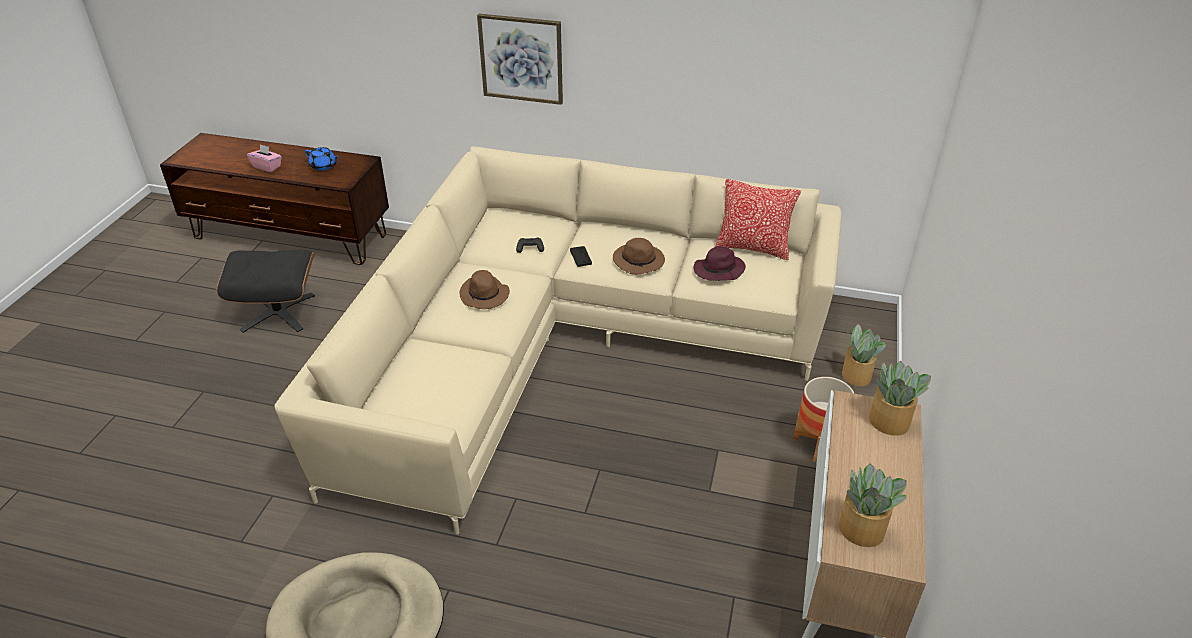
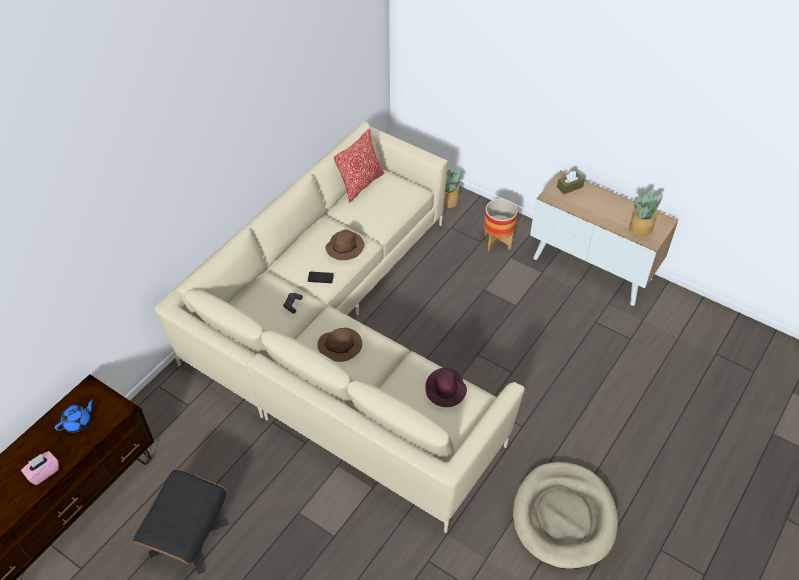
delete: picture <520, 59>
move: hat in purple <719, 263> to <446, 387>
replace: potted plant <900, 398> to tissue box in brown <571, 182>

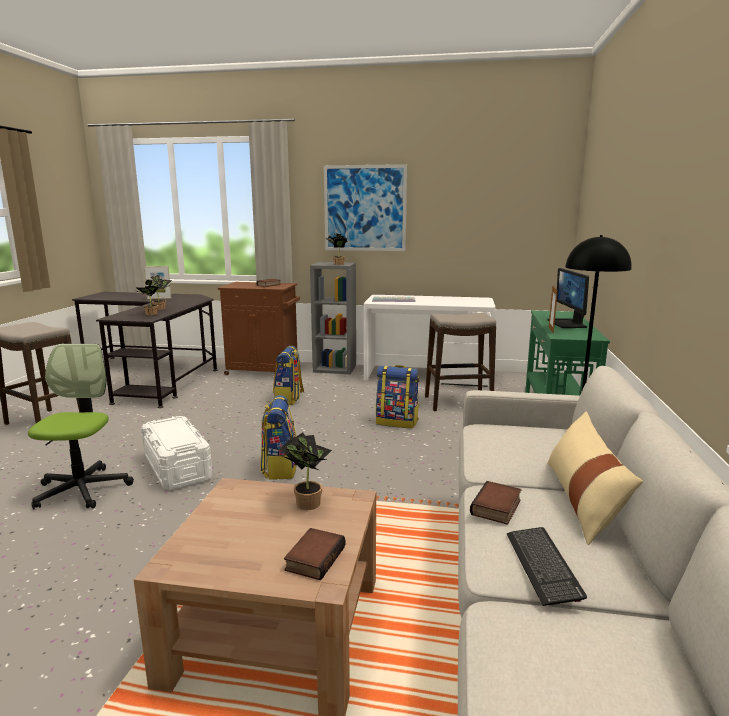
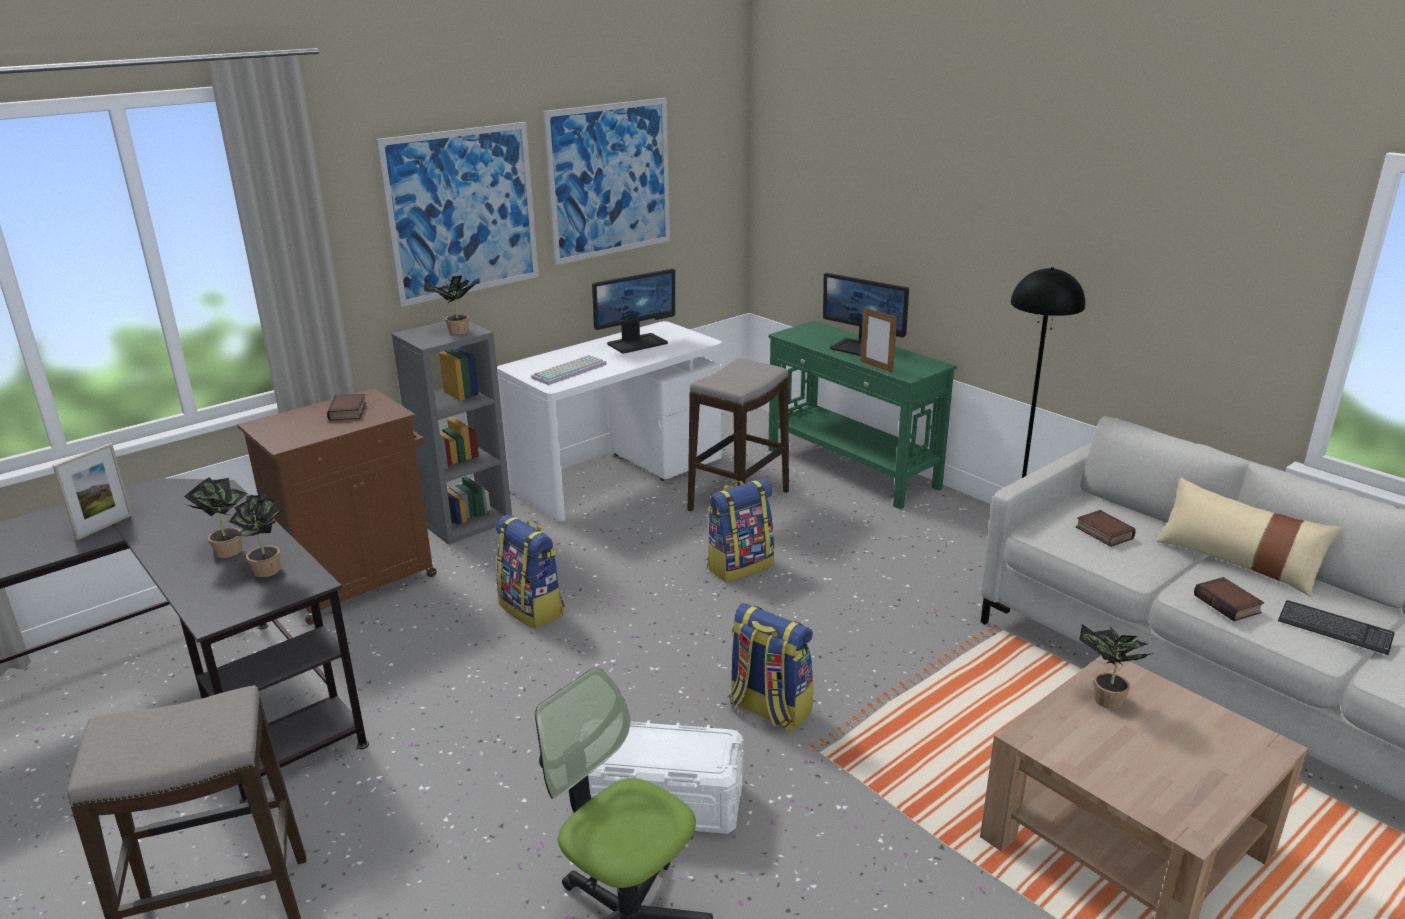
insert: picture <606, 181>; monitor <633, 311>
move: book <315, 554> to <1106, 528>

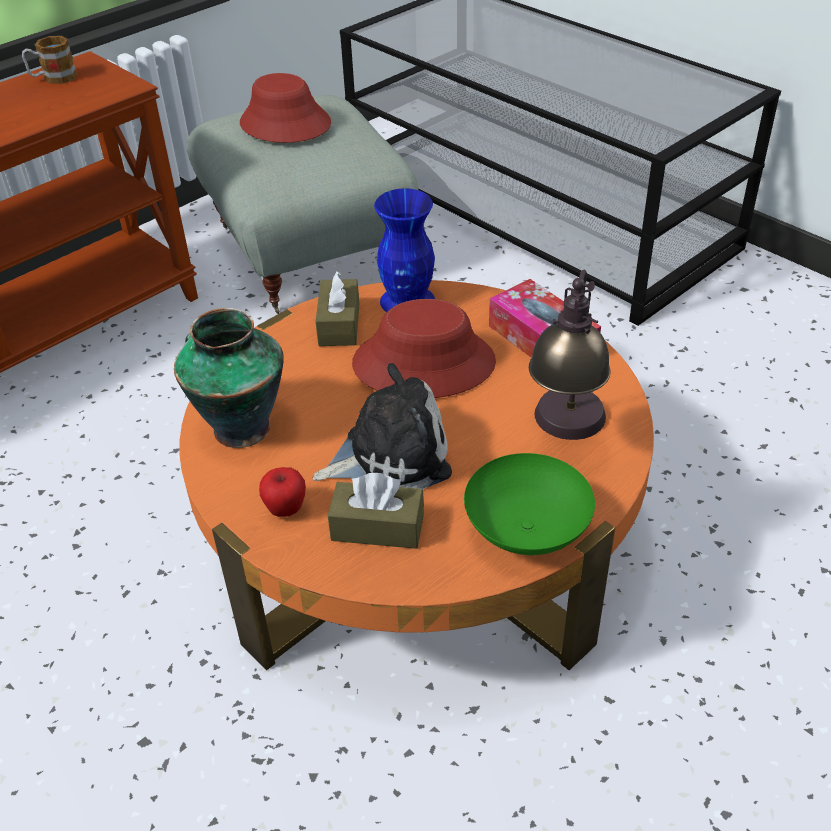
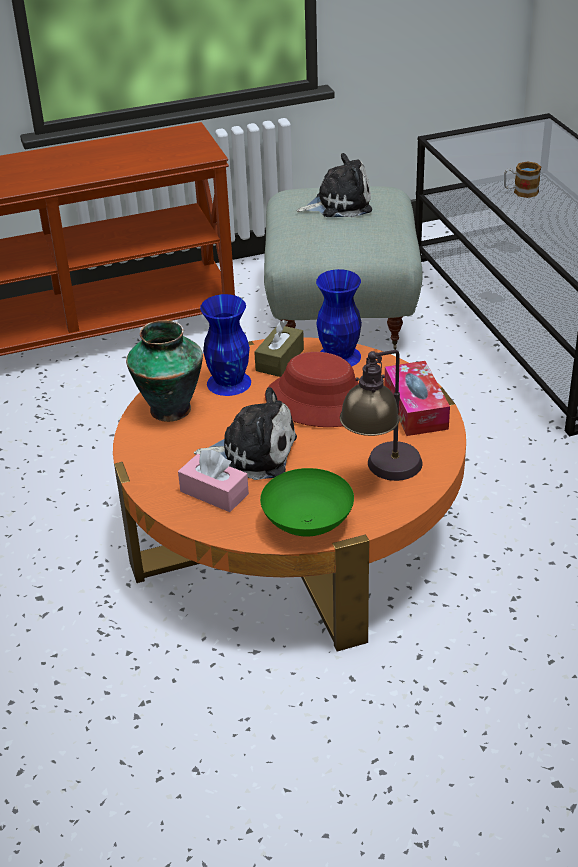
delete: apple <282, 492>
insert: vase in blue <225, 345>
move: mug <49, 60> to <522, 179>
replace: hat in red <285, 108> to plush toy <334, 185>
recolor: tissue box in brown <376, 511> to tissue box in pink <213, 480>

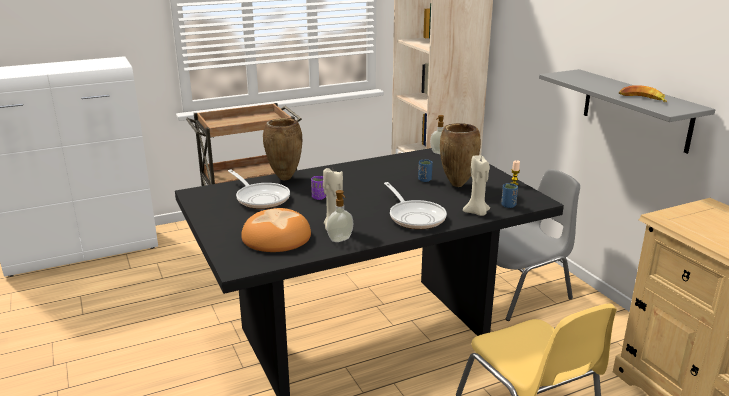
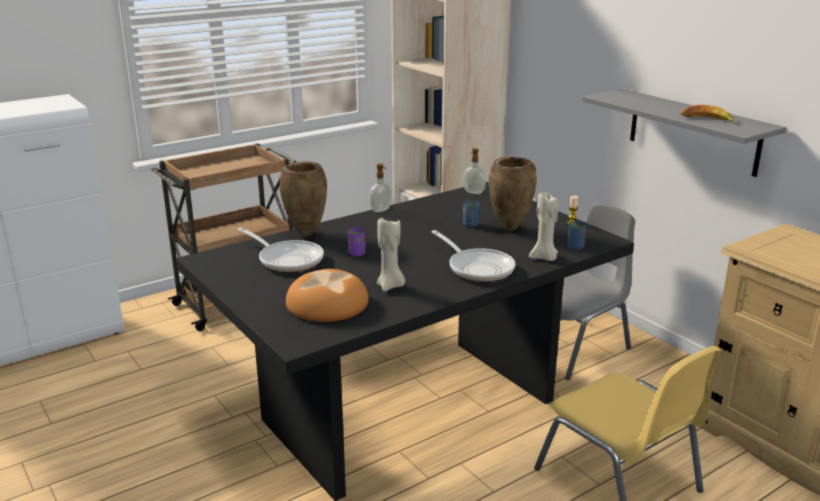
move: soap dispenser <340, 216> to <380, 187>

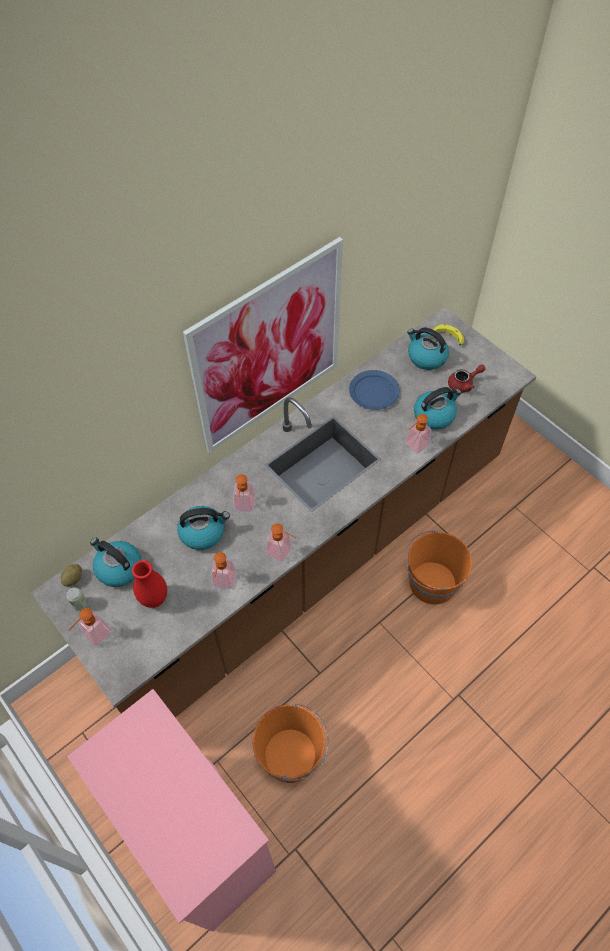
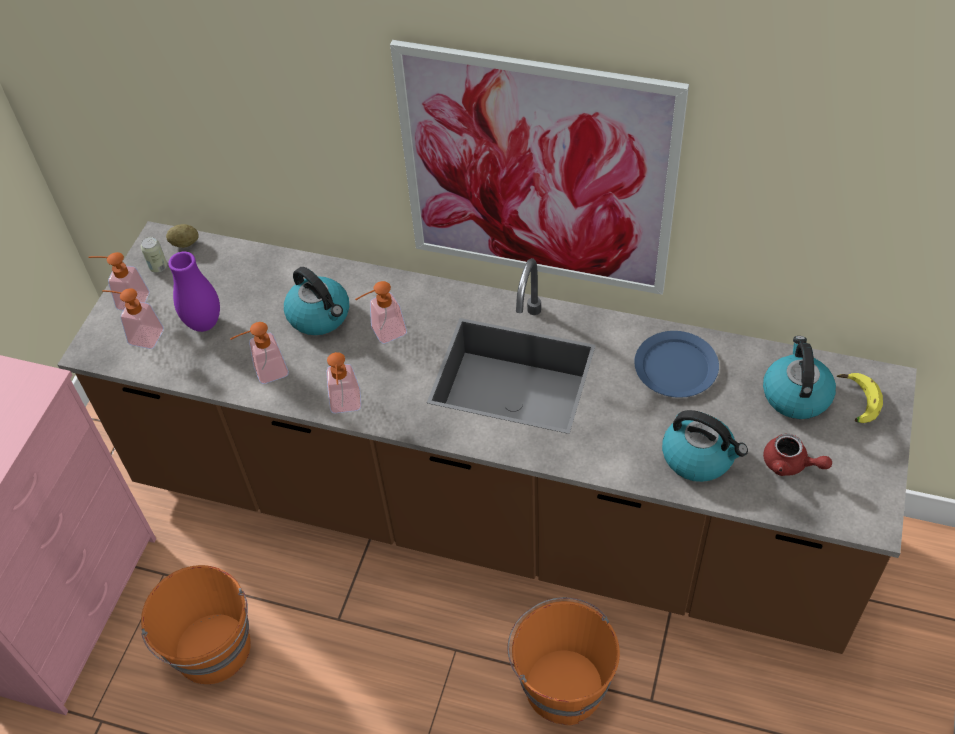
delete: kettle <115, 562>
move: soap dispenser <418, 434> to <133, 318>
recolor: vase in red <149, 584> to vase in purple <194, 292>

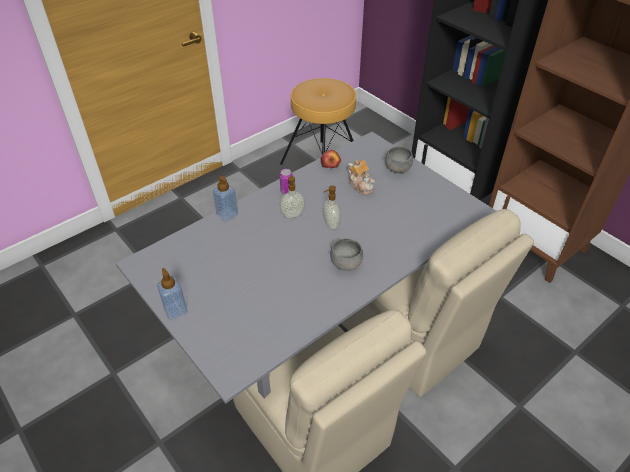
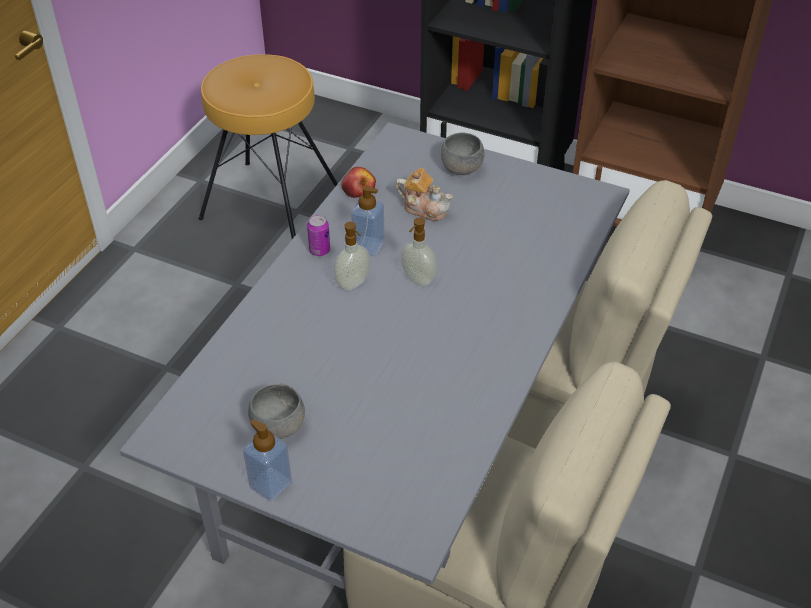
move: bowl in grey <346, 254> to <276, 411>; soap dispenser <225, 198> to <368, 221>

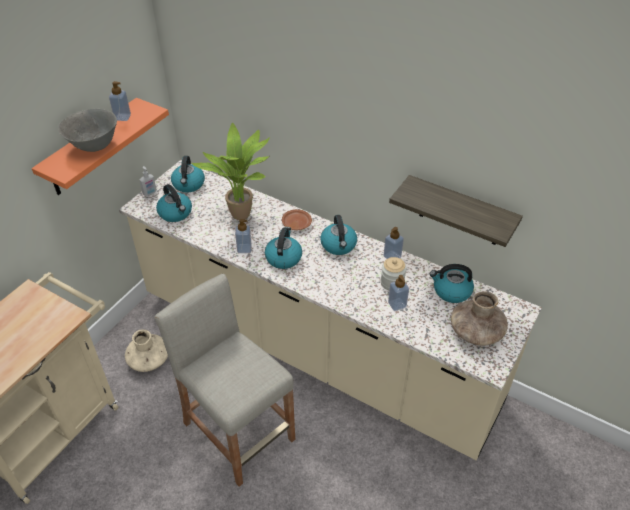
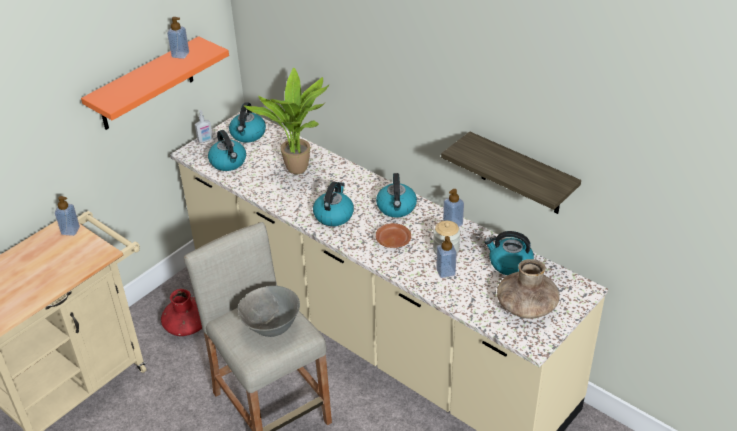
move: soap dispenser <243, 236> to <67, 216>; bowl in grey <87, 130> to <269, 311>; plate in brown <297, 219> to <393, 235>
recolor: vase in beige <146, 350> to vase in red <181, 312>

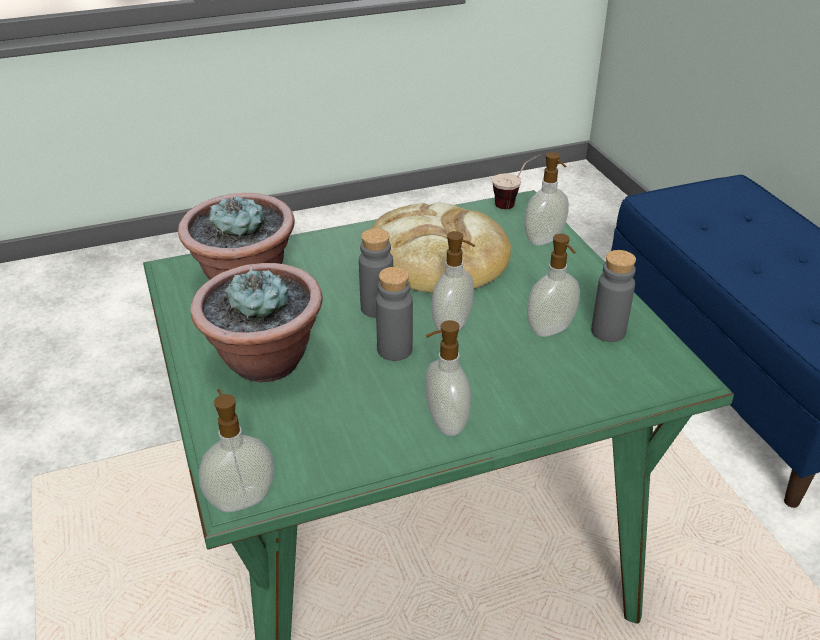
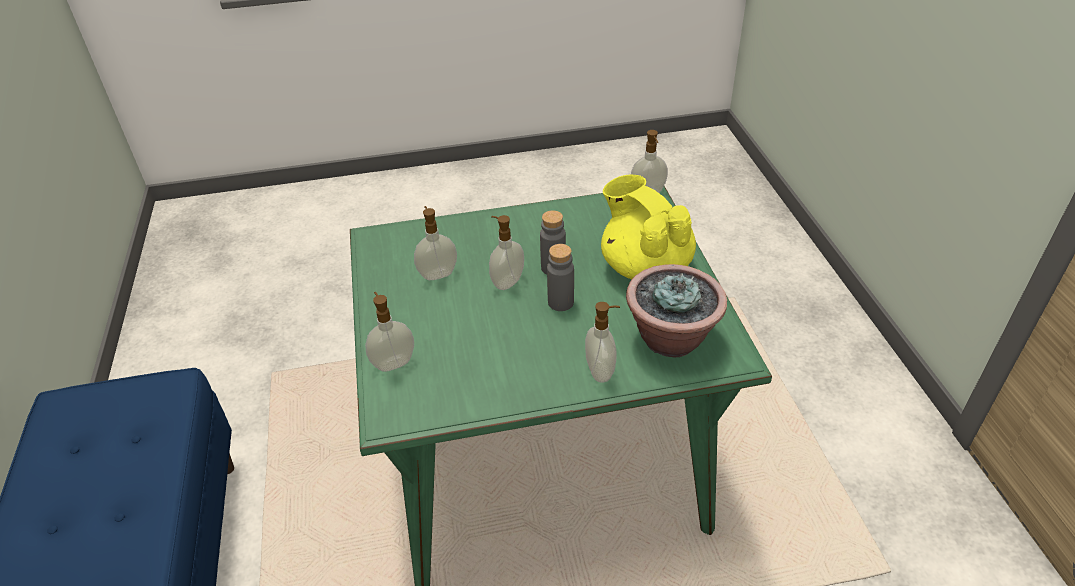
delete: bread <441, 248>; cup <516, 181>; bottle in grey <613, 296>
move: soap dispenser <448, 378> to <602, 342>
replace: potted plant <257, 322> to teapot in yellow <648, 226>

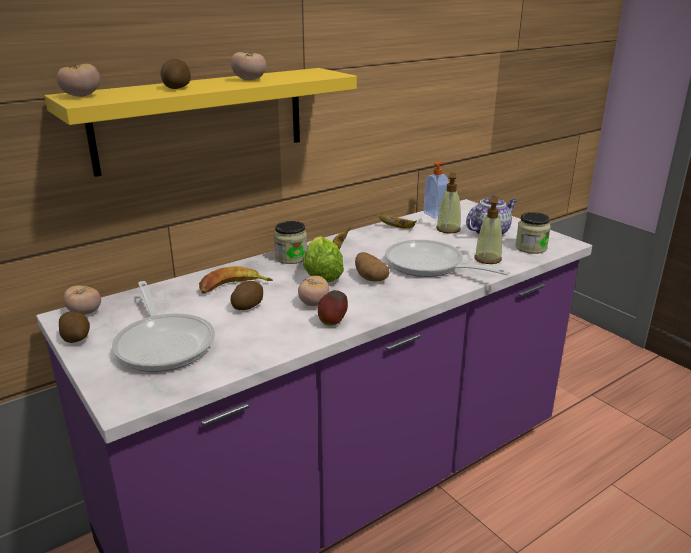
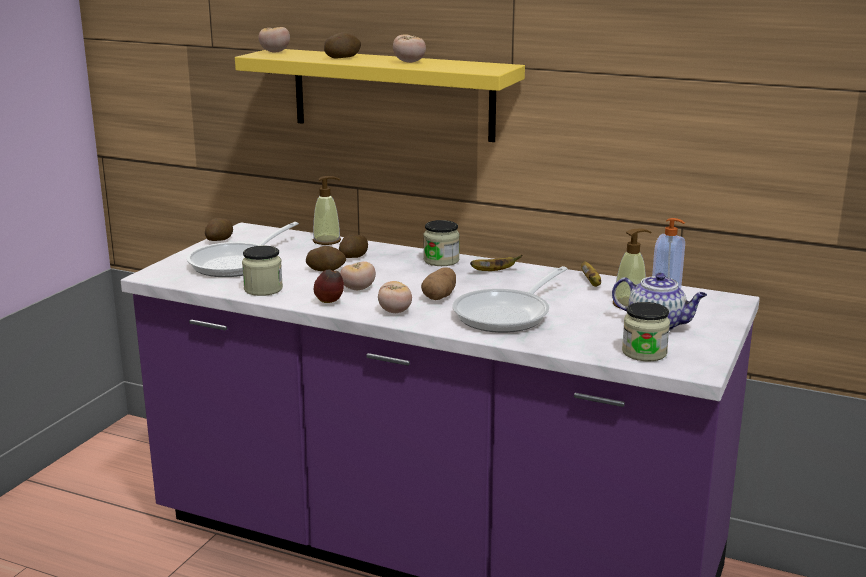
delete: lettuce <323, 259>
insert: jar <262, 271>
move: soap dispenser <488, 230> to <327, 210>; tomato <82, 300> to <395, 297>
replace: banana <236, 280> to potato <353, 246>
rotate: frying pan <447, 258> = <510, 299> 150 degrees counterclockwise

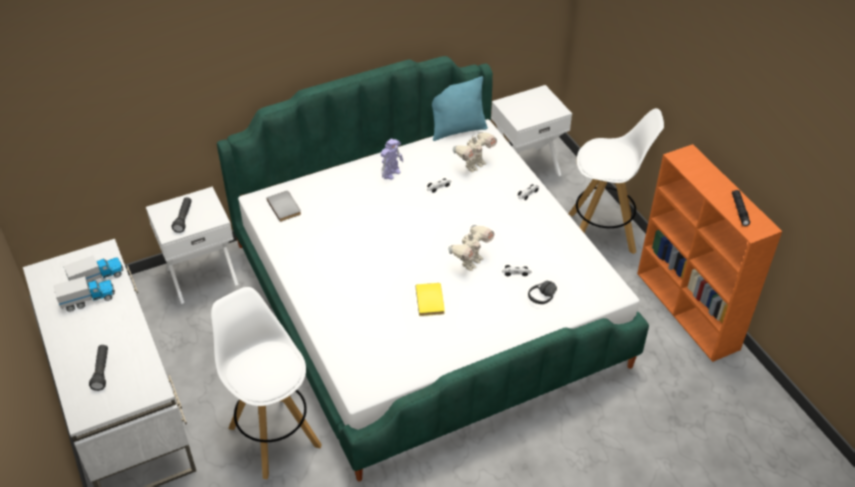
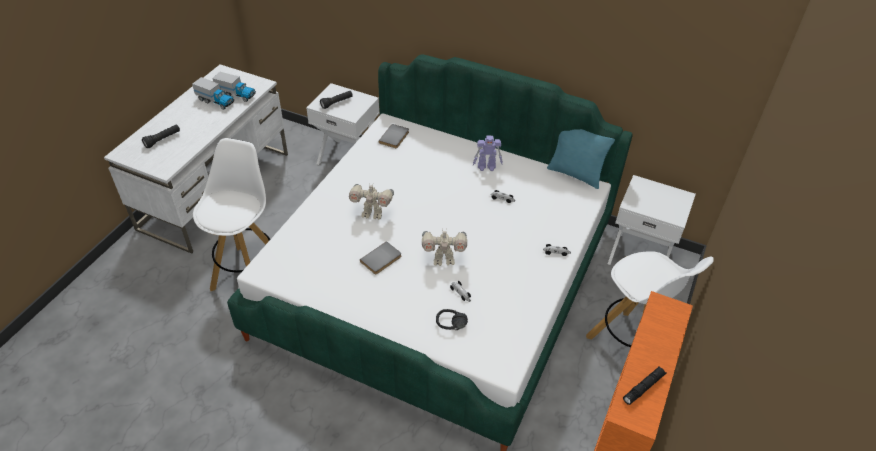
move: toy robot <475, 152> to <371, 201>
recolor: book in yellow <430, 299> to book in grey <380, 257>

